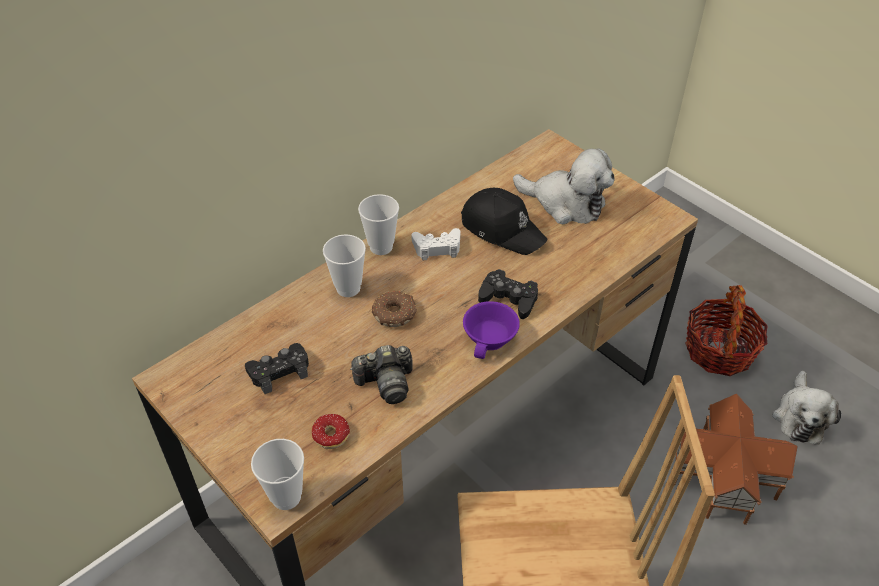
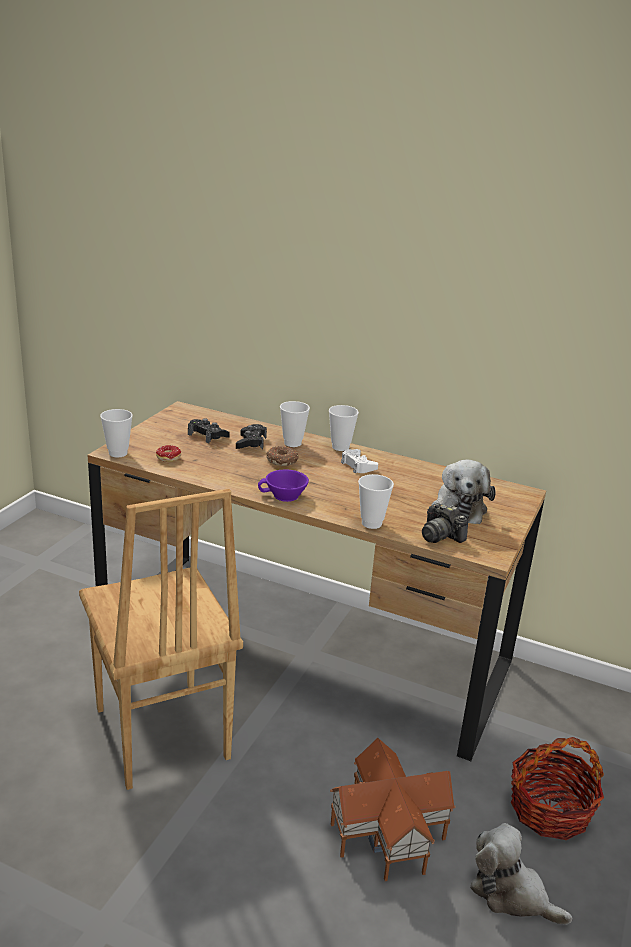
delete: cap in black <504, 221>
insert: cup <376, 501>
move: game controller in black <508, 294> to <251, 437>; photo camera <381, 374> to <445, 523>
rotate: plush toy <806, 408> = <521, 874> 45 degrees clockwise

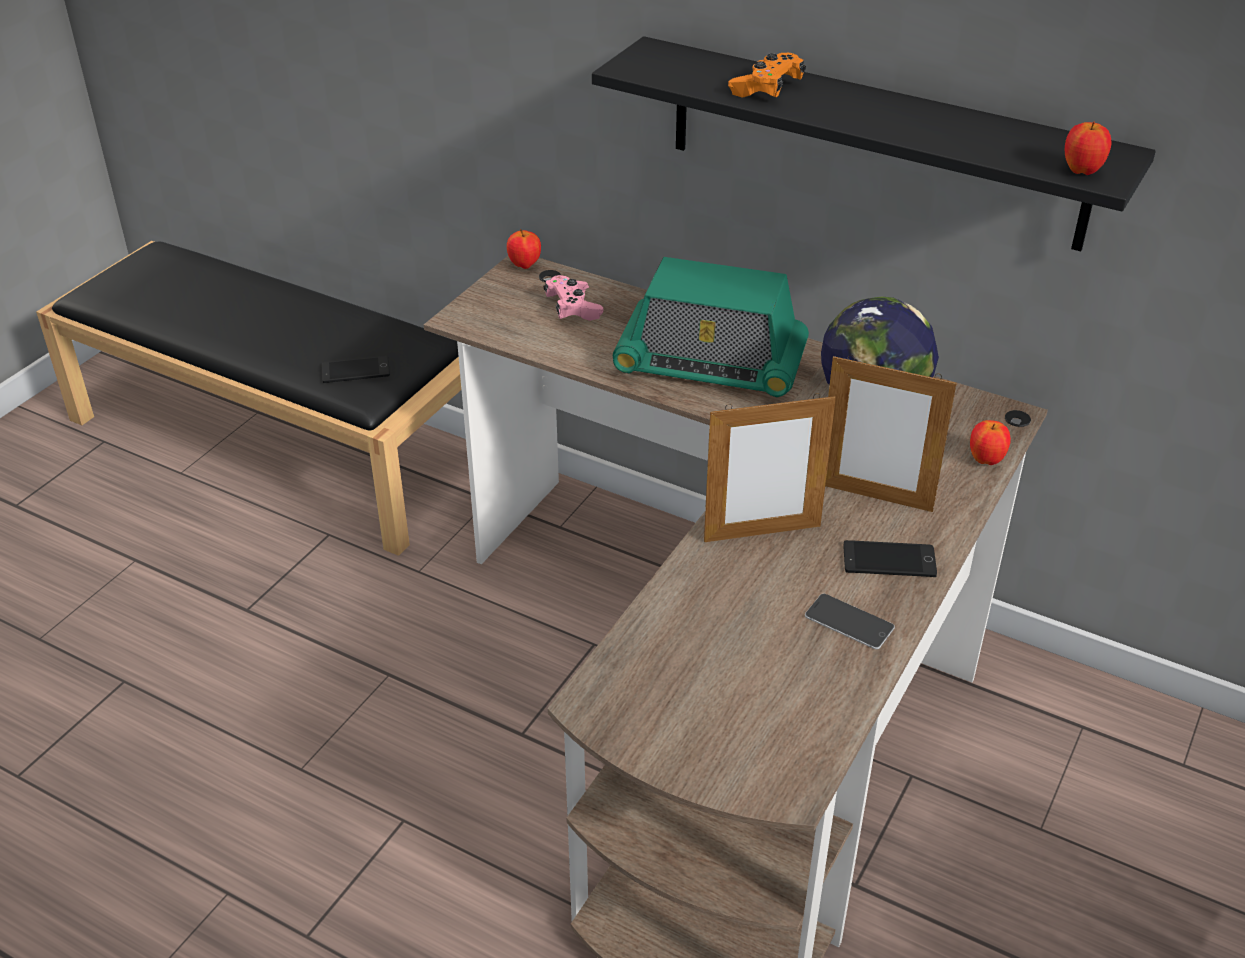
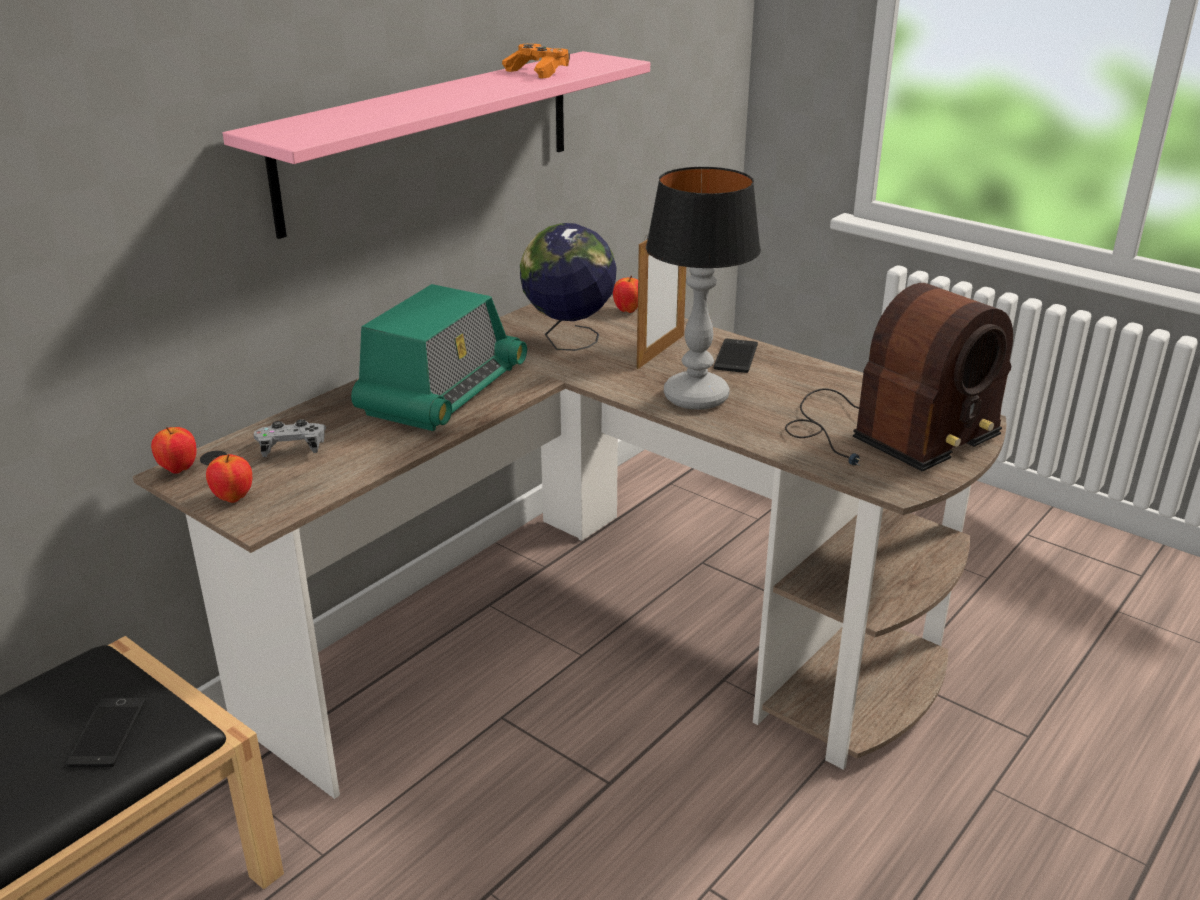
delete: phone <850, 621>
insert: radio <899, 377>
move: apple <1088, 148> to <229, 478>; game controller in orange <767, 75> to <536, 61>
replace: picture frame <770, 467> to table lamp <703, 288>
recolor: shelf in black <874, 143> to shelf in pink <436, 145>; game controller in pink <573, 298> to game controller in grey <290, 438>

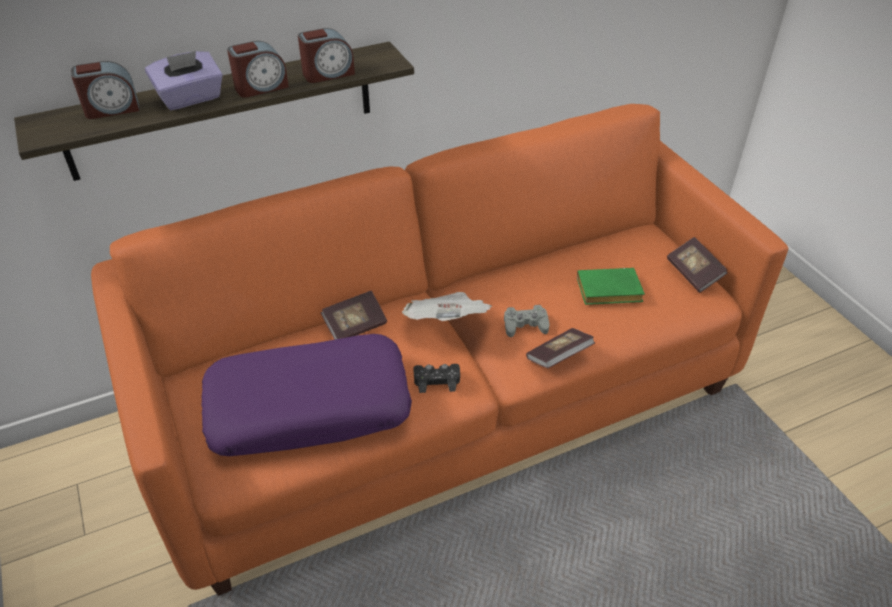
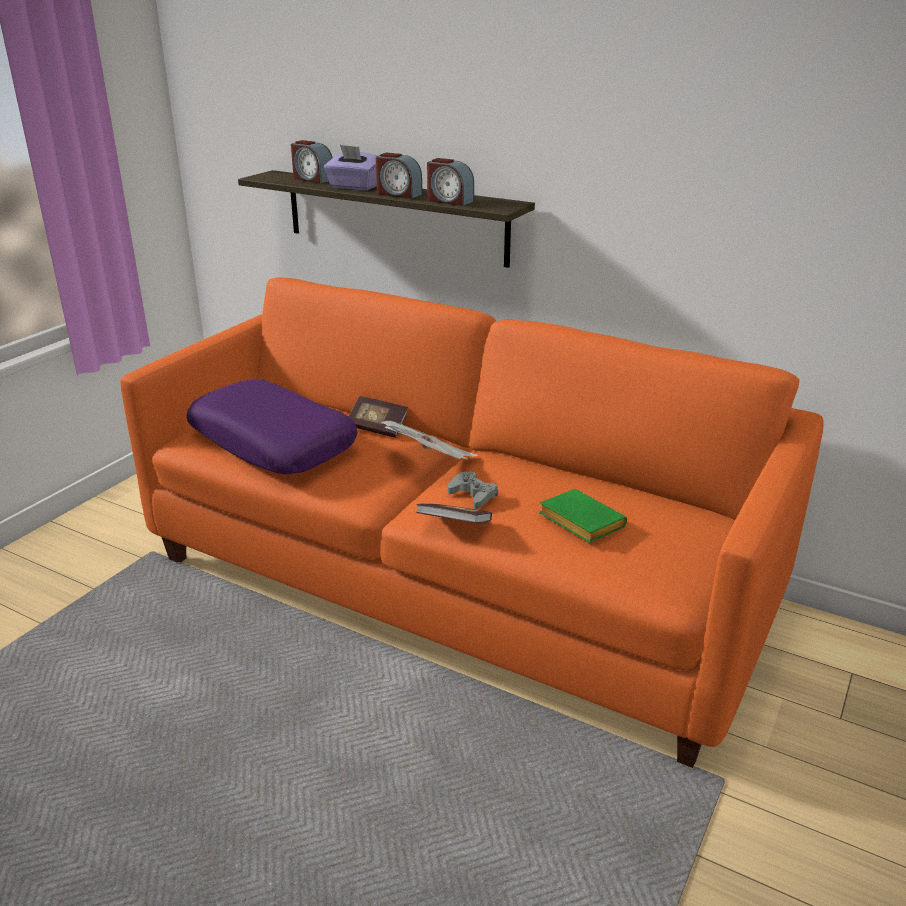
delete: game controller in black <436, 378>; book <697, 265>

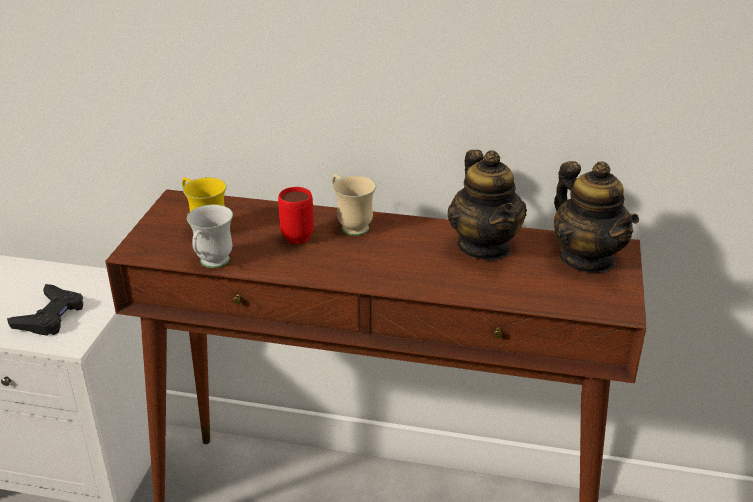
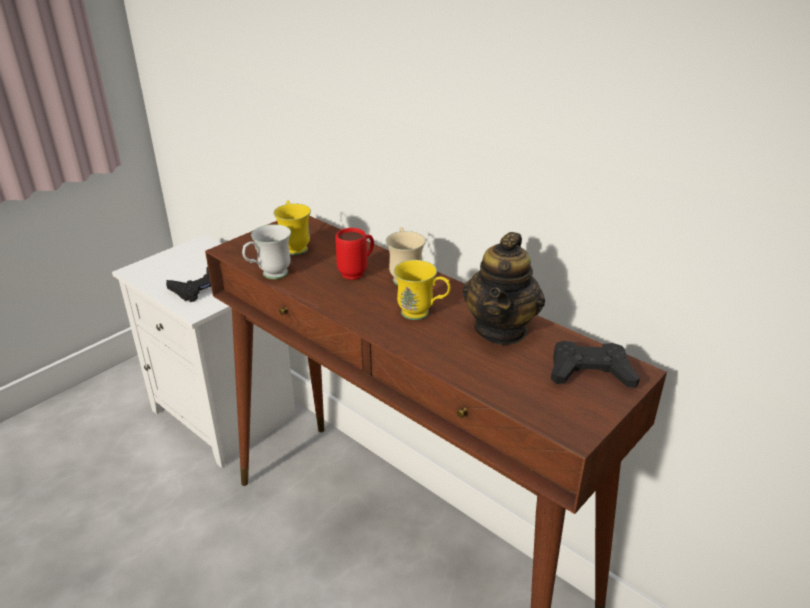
insert: mug in yellow <422, 290>
replace: teapot <596, 217> to game controller in black <595, 364>

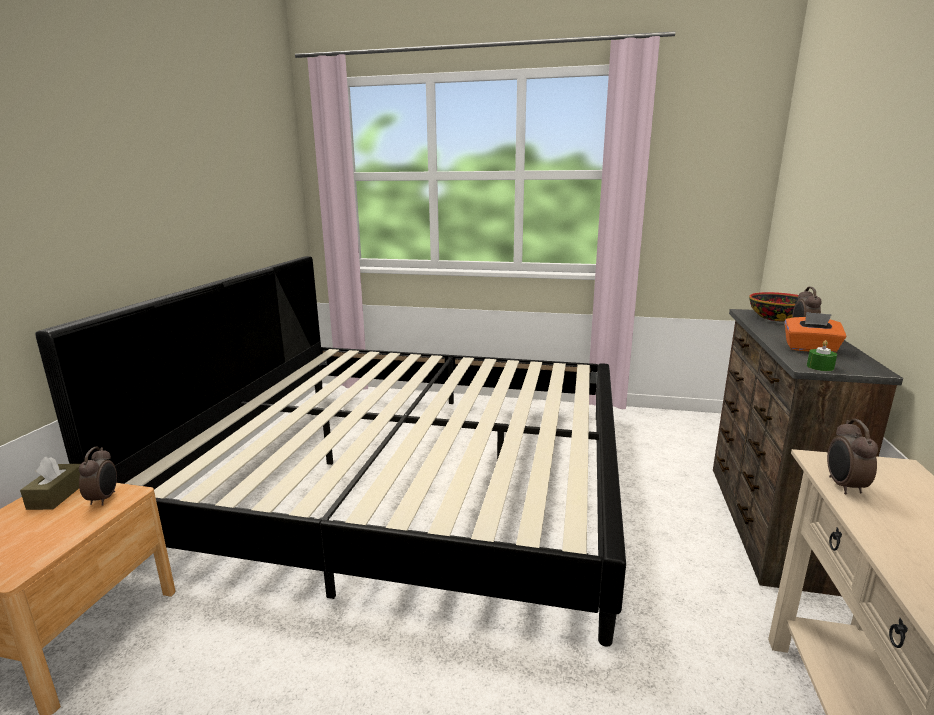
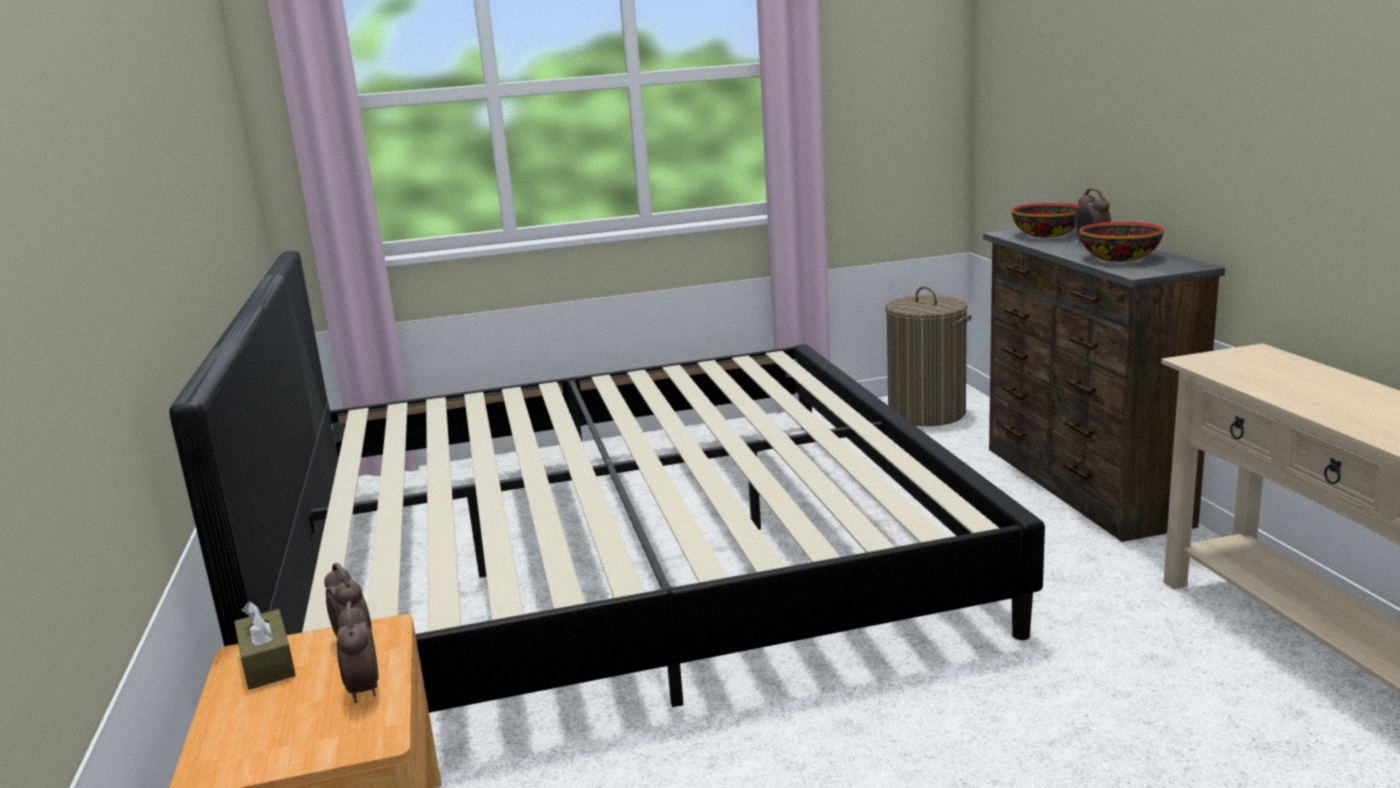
delete: candle in green <822, 355>
insert: laundry basket <928, 356>
move: alarm clock <852, 457> to <358, 652>
replace: tissue box in orange <815, 332> to bowl <1121, 242>

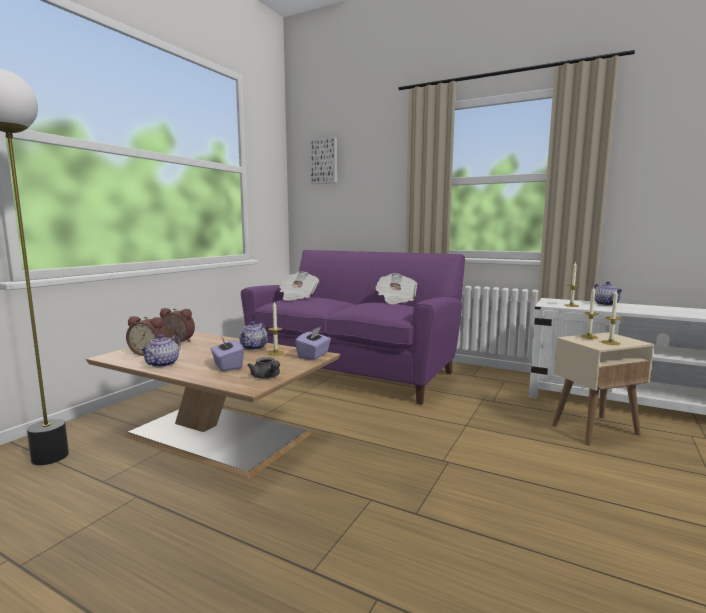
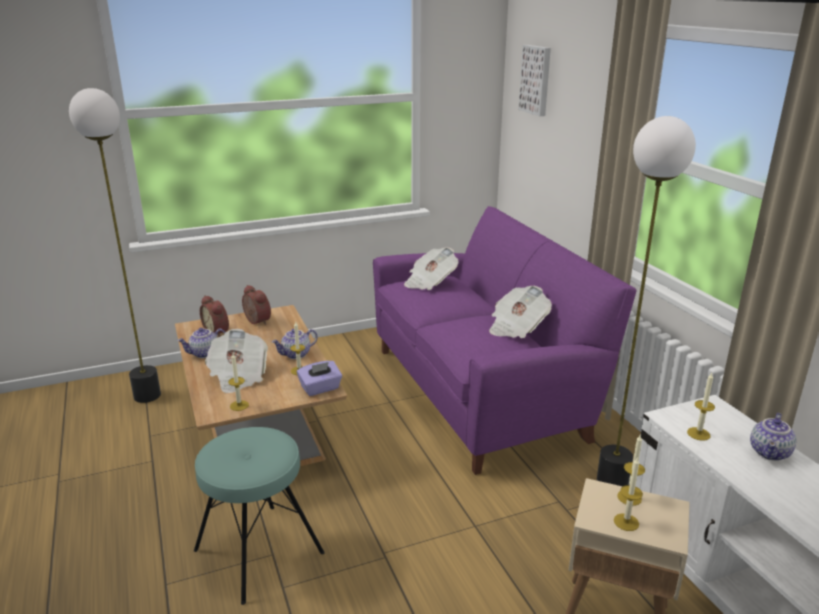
insert: stool in turquoise <259, 516>; floor lamp <646, 301>
replace: tissue box in purple <227, 353> to newspaper <236, 361>; teapot in grey <263, 368> to candle <238, 382>

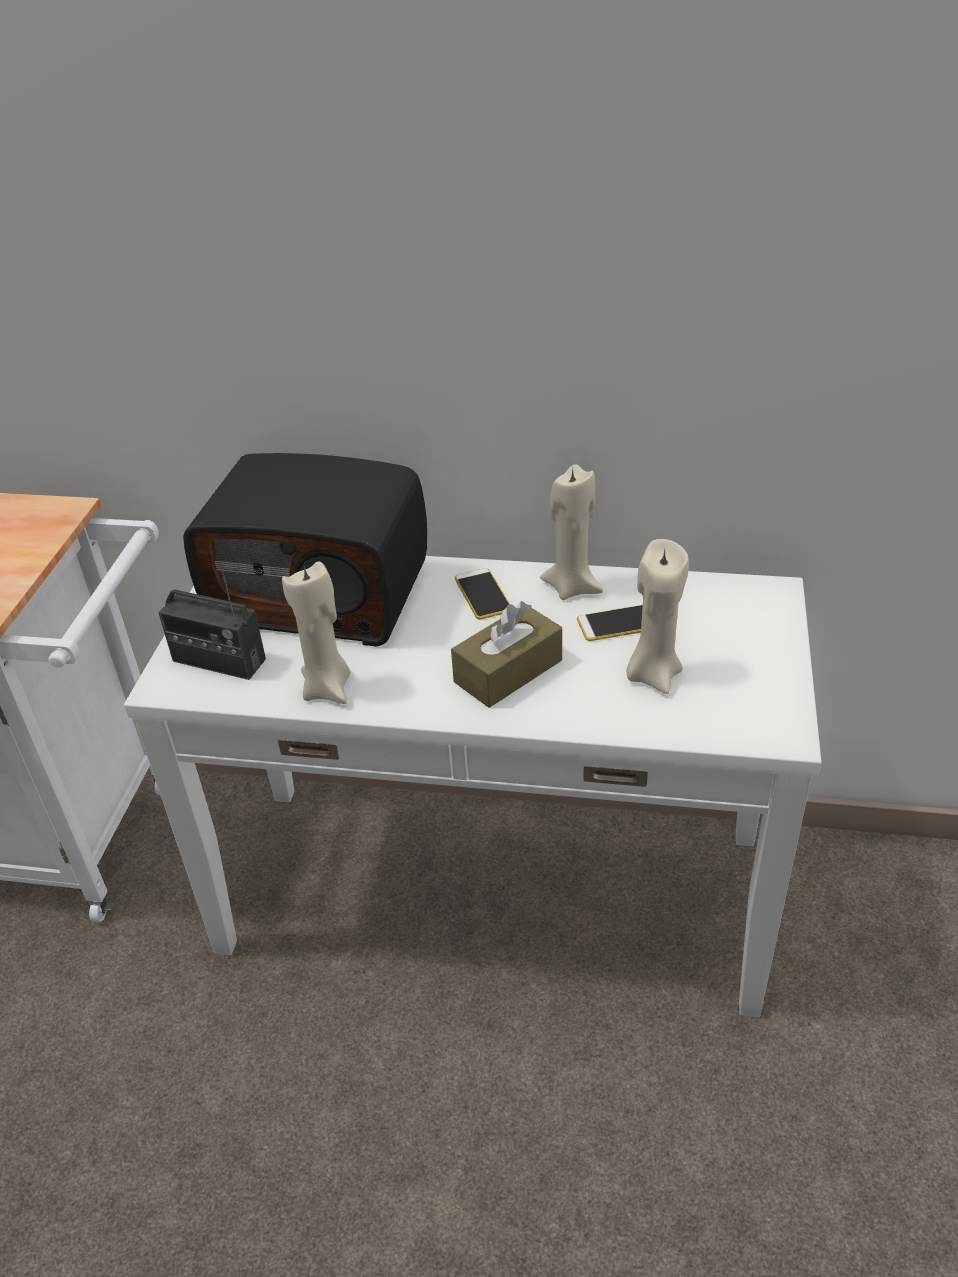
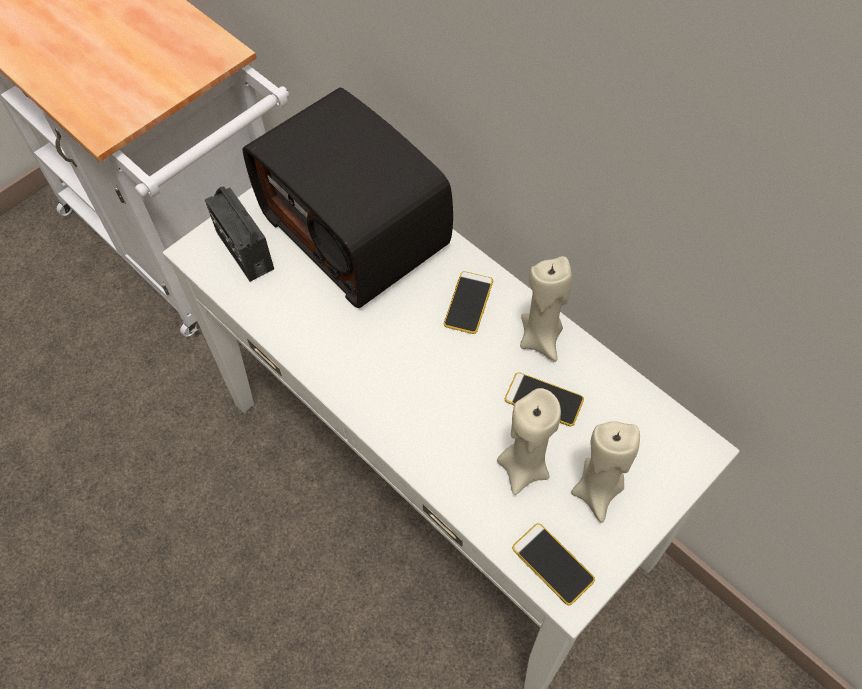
delete: tissue box in brown <506, 654>
insert: phone <553, 564>
move: candle in beige <316, 632> to <605, 472>

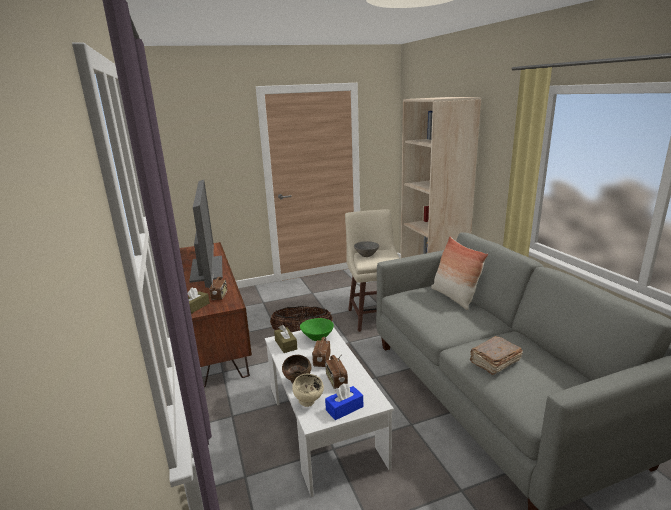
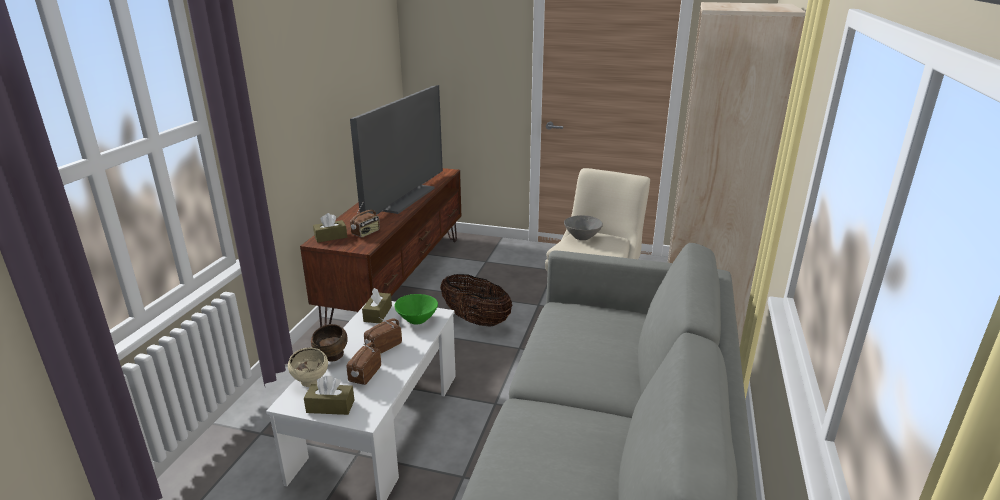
delete: pillow <459, 273>; book in brown <496, 355>
recolor: tissue box in blue <344, 402> to tissue box in brown <329, 395>

